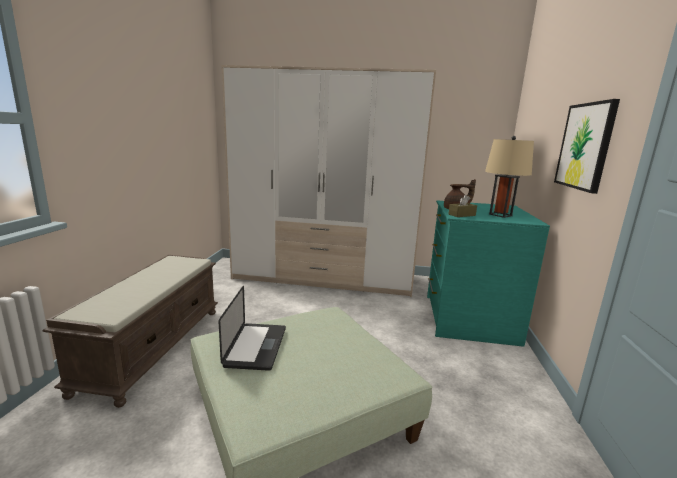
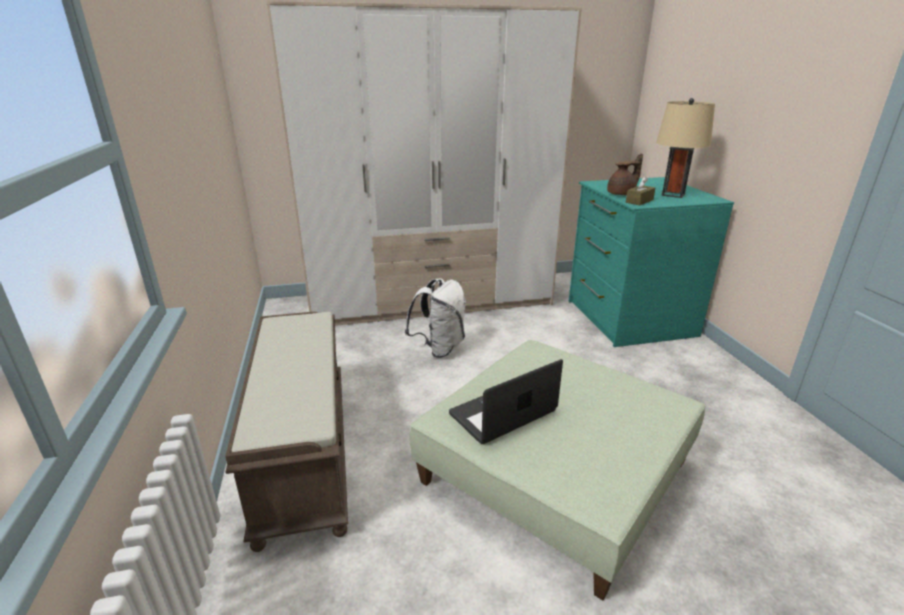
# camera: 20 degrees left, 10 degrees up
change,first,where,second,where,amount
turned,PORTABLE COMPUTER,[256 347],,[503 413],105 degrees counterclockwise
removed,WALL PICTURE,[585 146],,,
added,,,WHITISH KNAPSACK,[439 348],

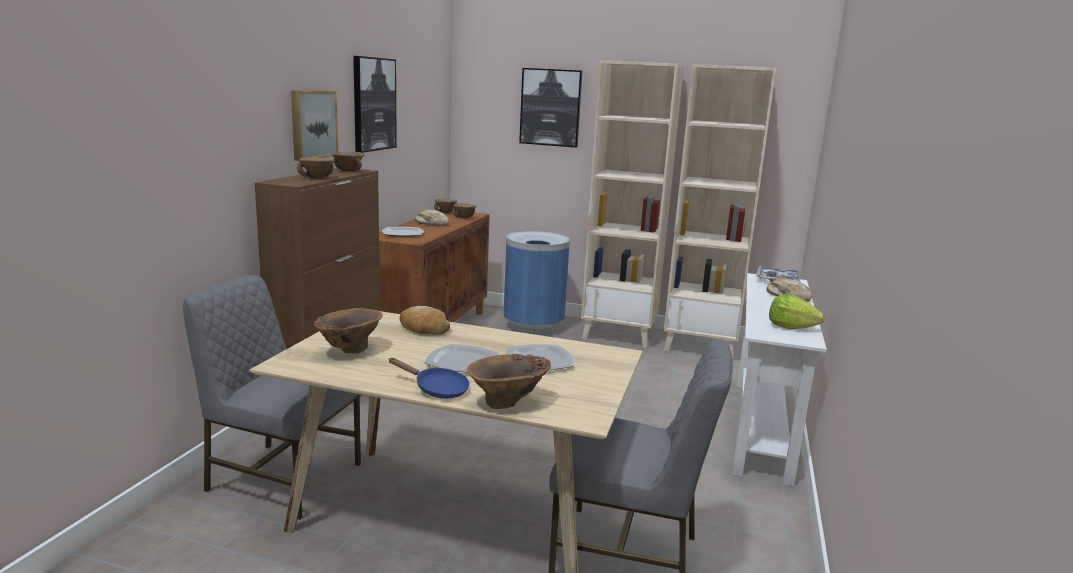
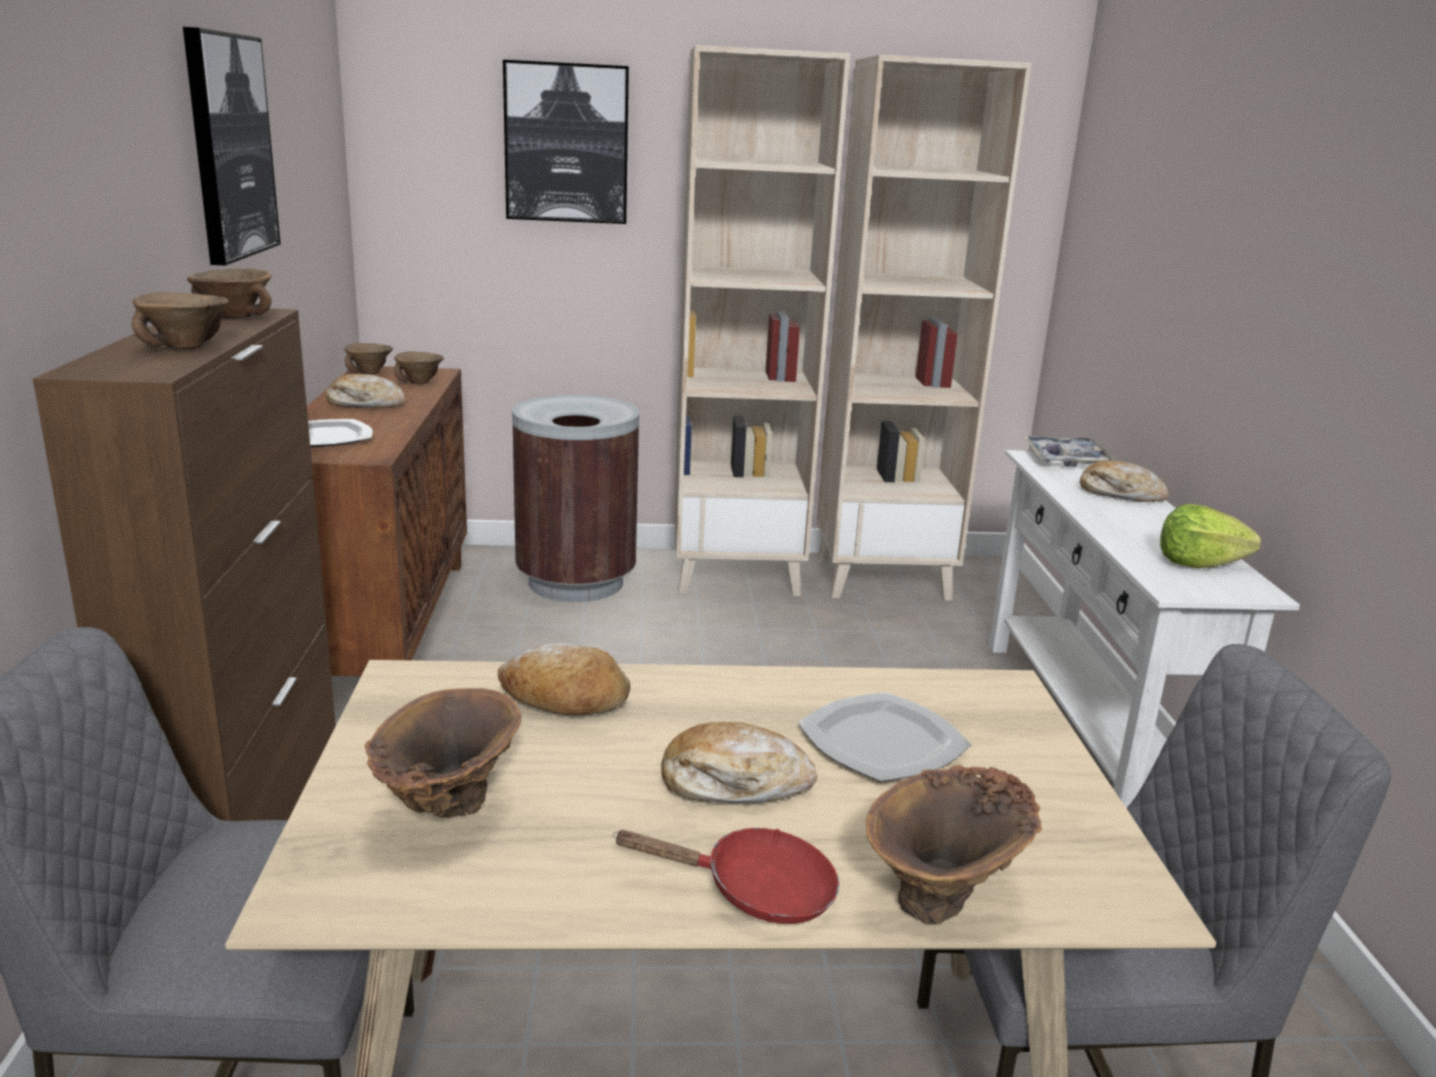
# camera: 20 degrees left, 5 degrees up
change,first,where,second,where,amount
removed,WALL PICTURE,[312 124],,,
recoloured,BLUISH SKILLET,[436 389],RED SKILLET,[755 891],
replaced,DINNER PLATE,[463 361],BREAD,[734 782],
recoloured,BLUISH WASTE BIN,[533 327],BROWNISH WASTE BIN,[576 582],

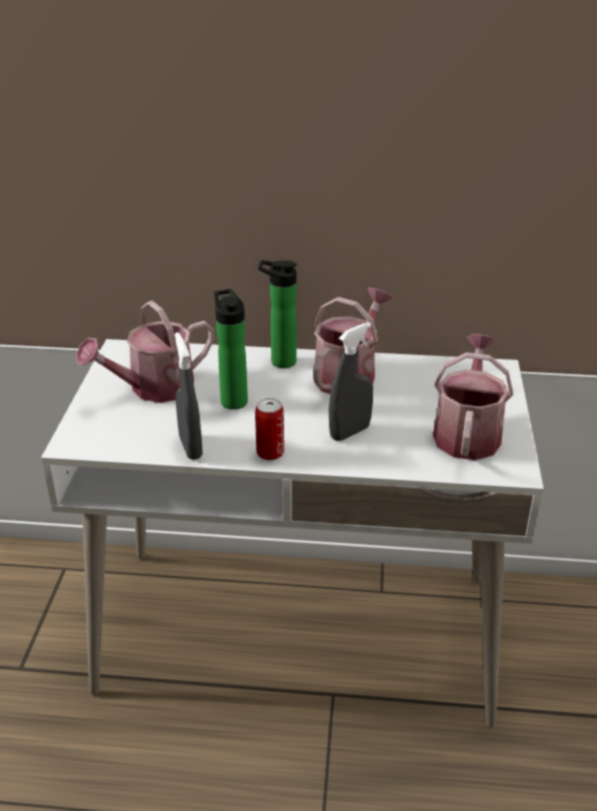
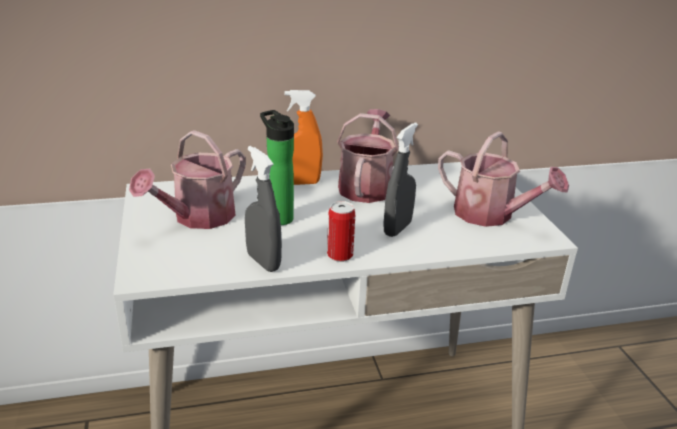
# camera: 20 degrees left, 5 degrees down
change,first,where,second,where,amount
replaced,BOTTLE,[279 361],ORANGEY SPRAYER,[300 183],
turned,SPRINKLING CAN,[467 432],,[490 215],135 degrees clockwise

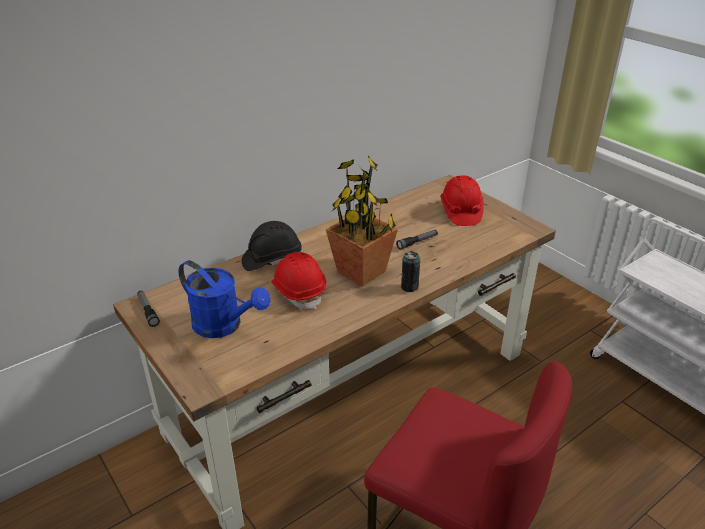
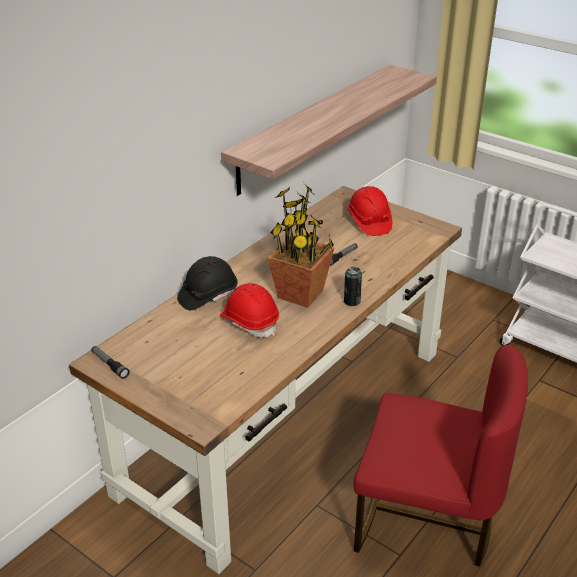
# camera: 15 degrees left, 0 degrees up
change,first,where,second,where,amount
removed,BLUISH SPRINKLING CAN,[224 326],,,
added,,,WALL SHELF,[313 127],

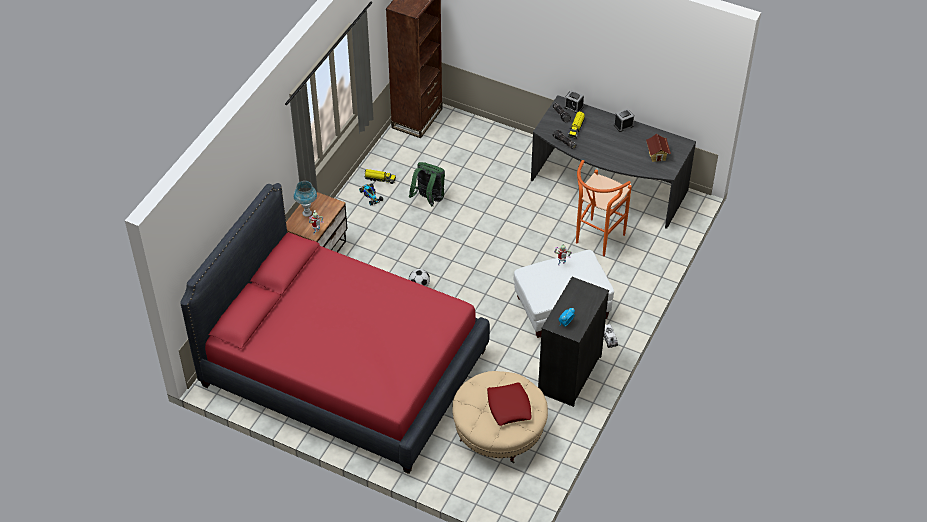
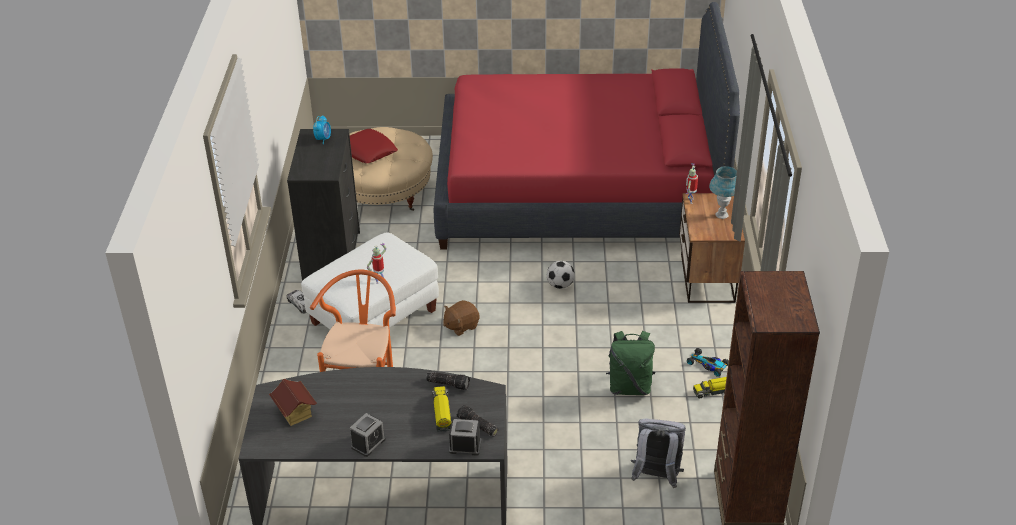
# camera: 155 degrees right, 10 degrees down
change,first,where,second,where,amount
added,,,BROWNISH SOFT TOY,[461 326],
added,,,GREY KNAPSACK,[656 477],

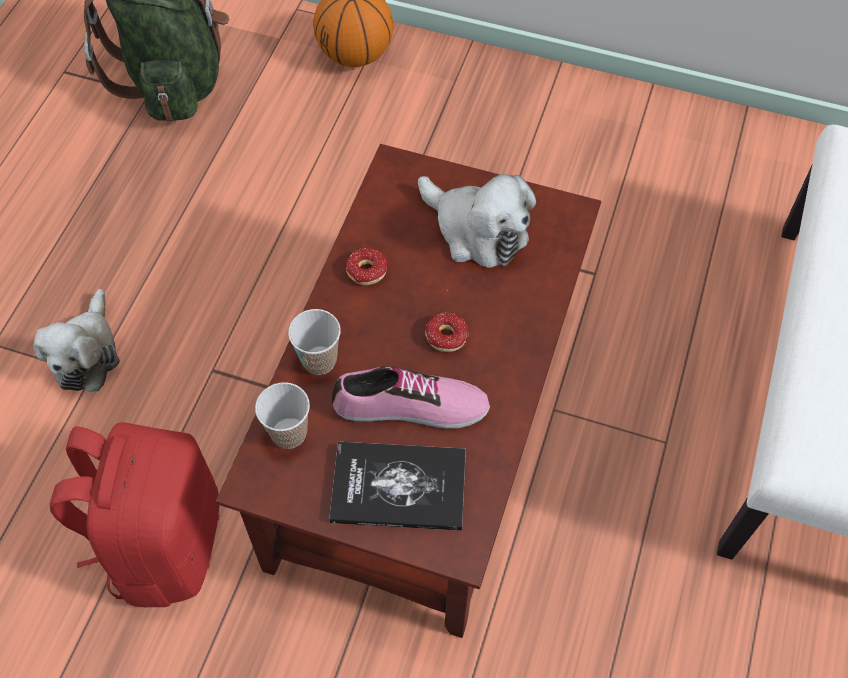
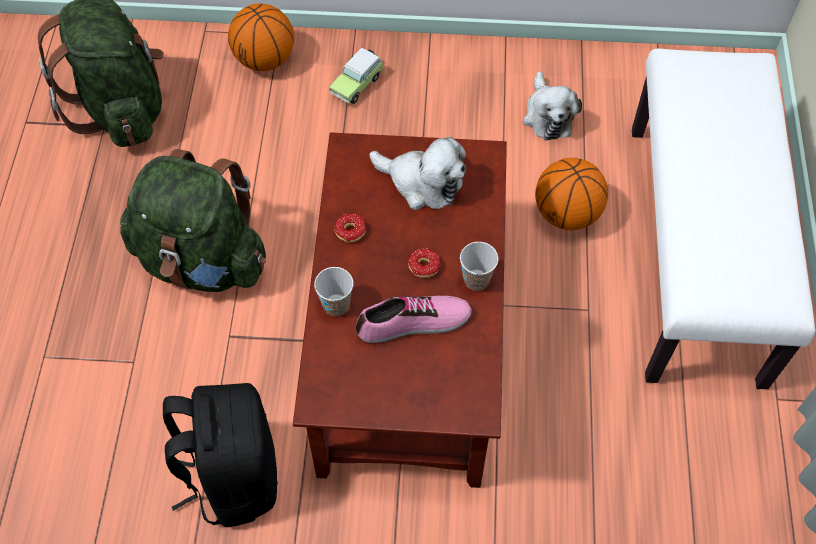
# camera: 15 degrees left, 0 degrees up
change,first,where,second,where,amount
moved,SOFT TOY,[87 353],,[547 115],
recoloured,RED KNAPSACK,[163 542],BLACKISH KNAPSACK,[233 475],
moved,SMALL CUP,[289 433],,[476 280],
removed,BOOK,[398 487],,,
added,,,GREENISH KNAPSACK,[203 261],
added,,,MINIATURE CAR,[358 84],
added,,,BALL FOR BASKETBALL,[567 214],

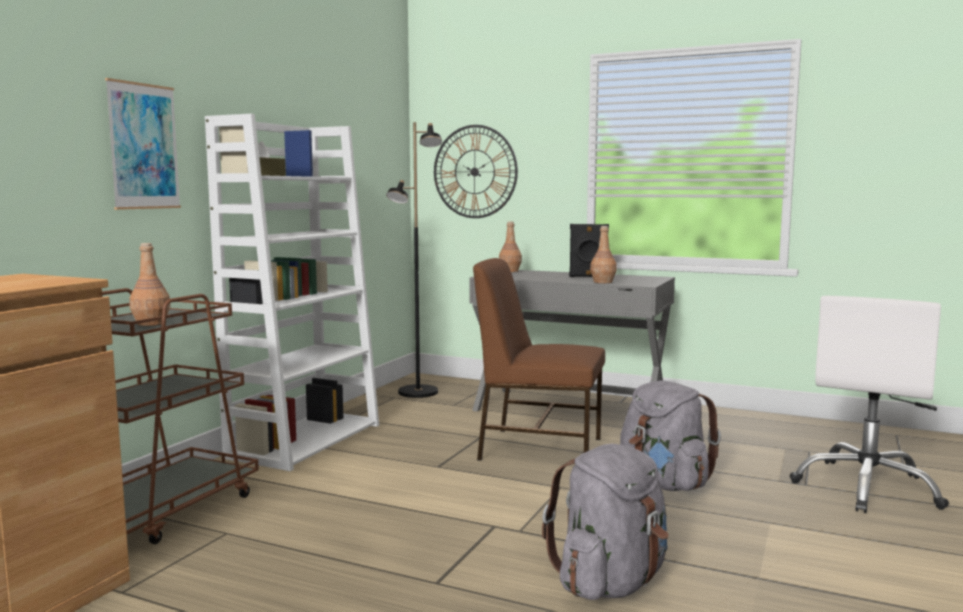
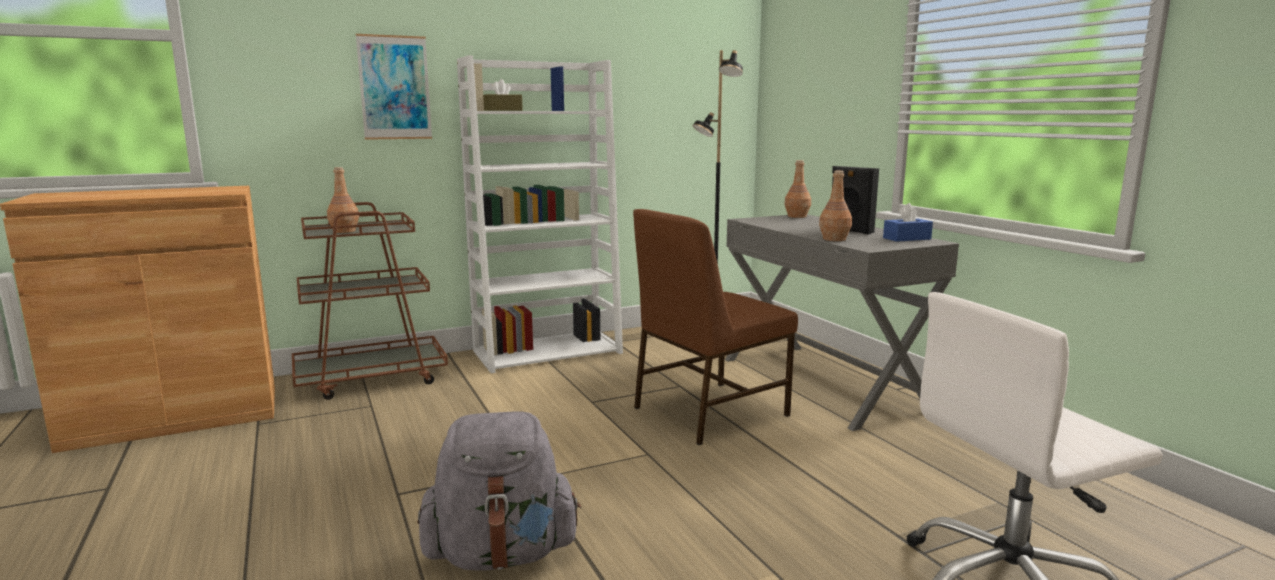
# camera: 40 degrees right, 5 degrees up
change,first,where,second,where,amount
removed,HANGING CLOCK,[475 171],,,
turned,BROWNISH UPRIGHT CHAIR,[538 448],,[707 412],90 degrees counterclockwise
removed,GREY KNAPSACK,[664 484],,,
added,,,BLUISH BOX OF TISSUES,[907 238],

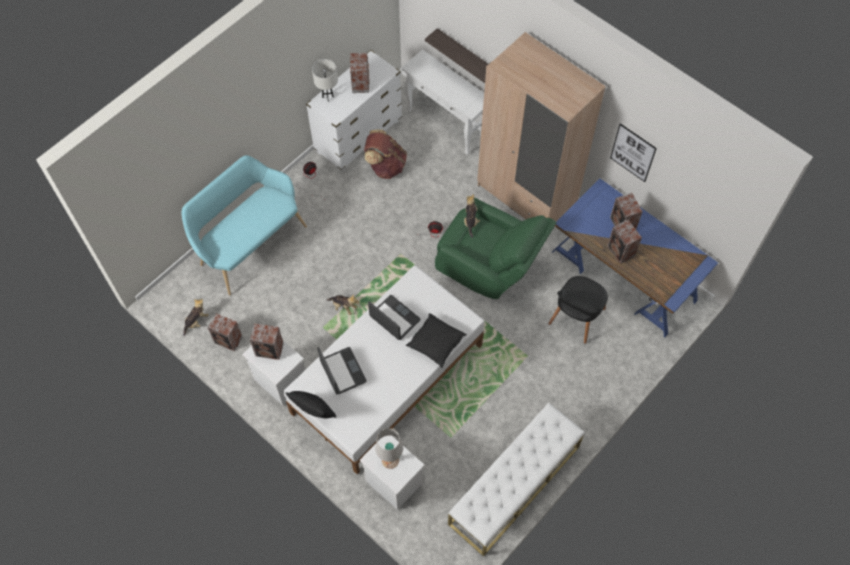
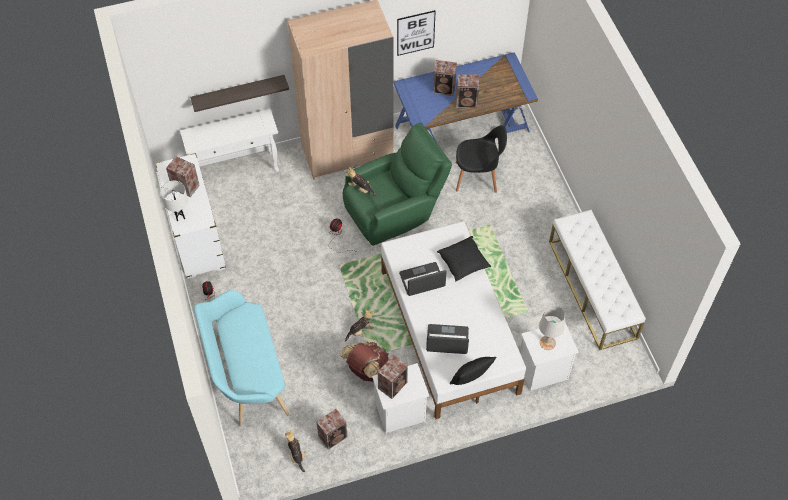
# camera: 60 degrees left, 5 degrees down
change,first,where,second,where,amount
moved,BROWNISH KNAPSACK,[385 166],,[367 370],
turned,BLACKISH UPRIGHT CHAIR,[576 318],,[477 177],60 degrees counterclockwise

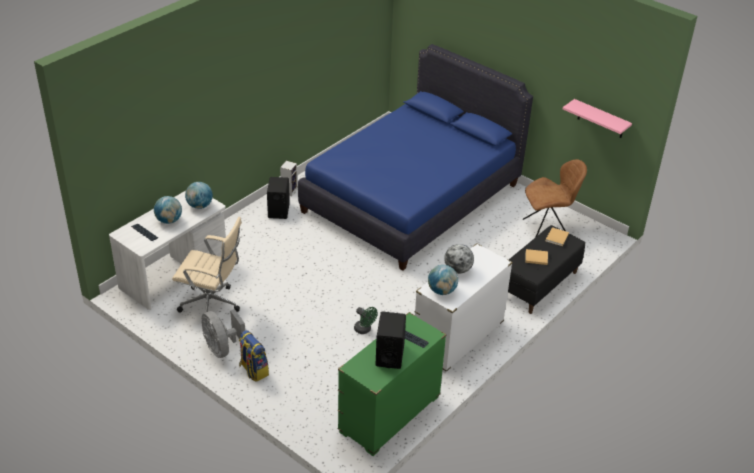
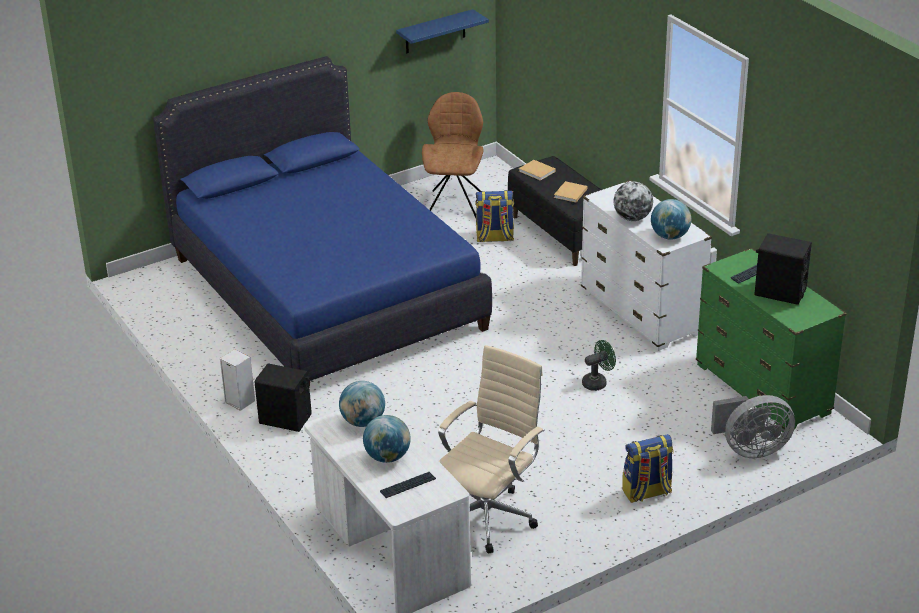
# camera: 70 degrees left, 5 degrees down
change,first,where,second,where,amount
moved,GREY COOLING FAN,[221 348],,[751 449],
recoloured,PINK WALL SHELF,[601 119],BLUISH WALL SHELF,[435 32],
added,,,KNAPSACK,[494 238],

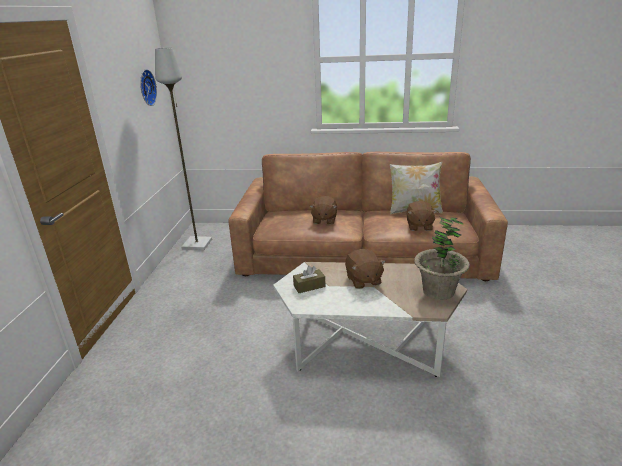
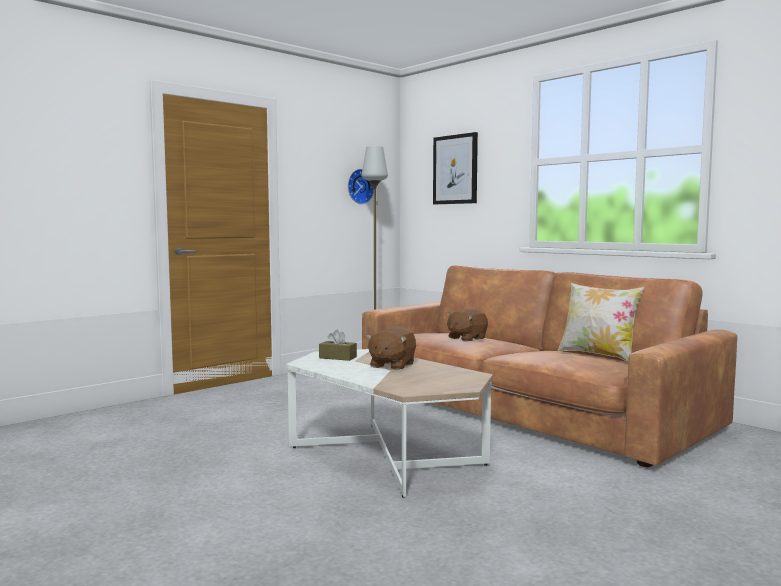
# camera: 40 degrees right, 20 degrees down
change,first,where,second,where,amount
removed,BROWNISH SOFT TOY,[419 226],,,
removed,HOUSEPLANT,[438 291],,,
added,,,WALL PICTURE,[455 169],

